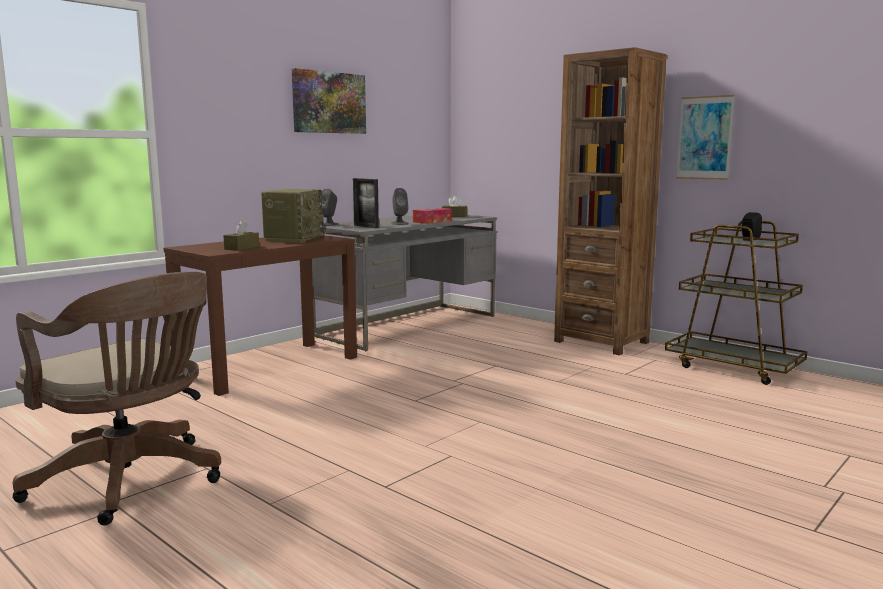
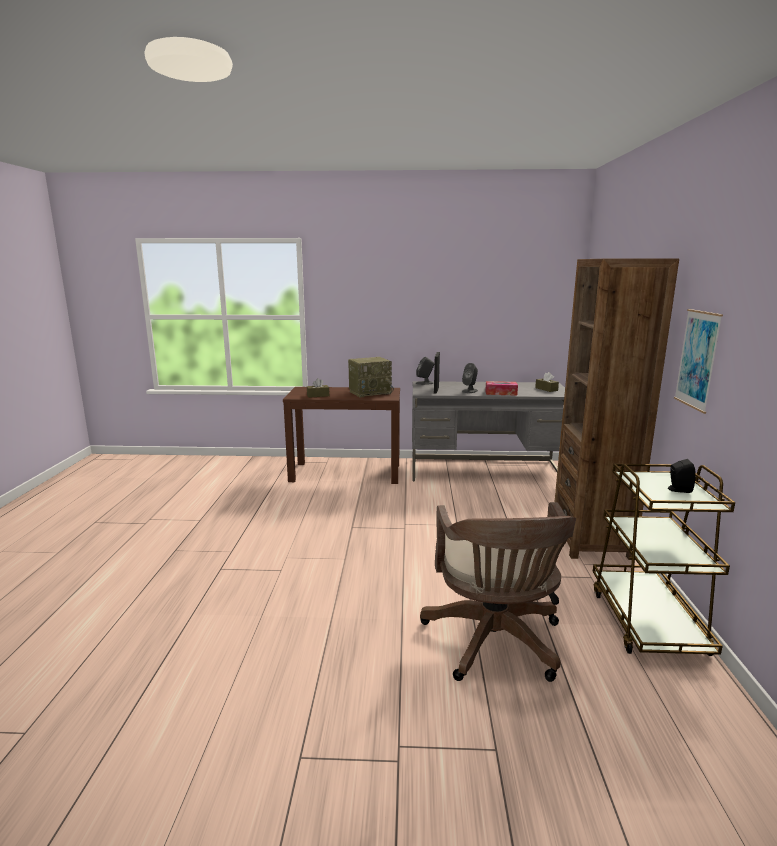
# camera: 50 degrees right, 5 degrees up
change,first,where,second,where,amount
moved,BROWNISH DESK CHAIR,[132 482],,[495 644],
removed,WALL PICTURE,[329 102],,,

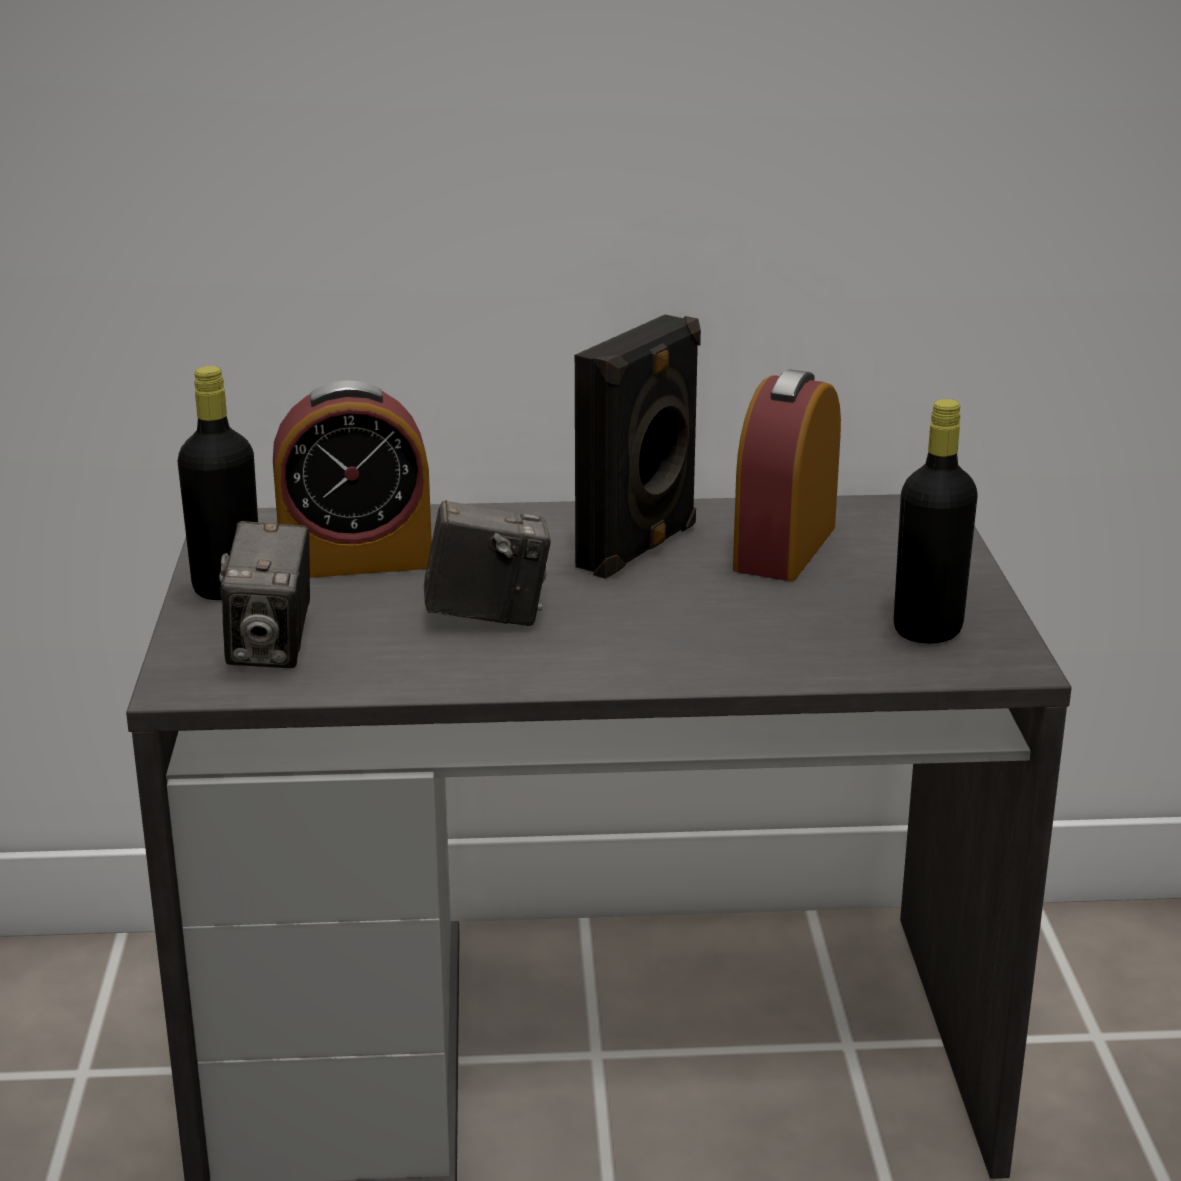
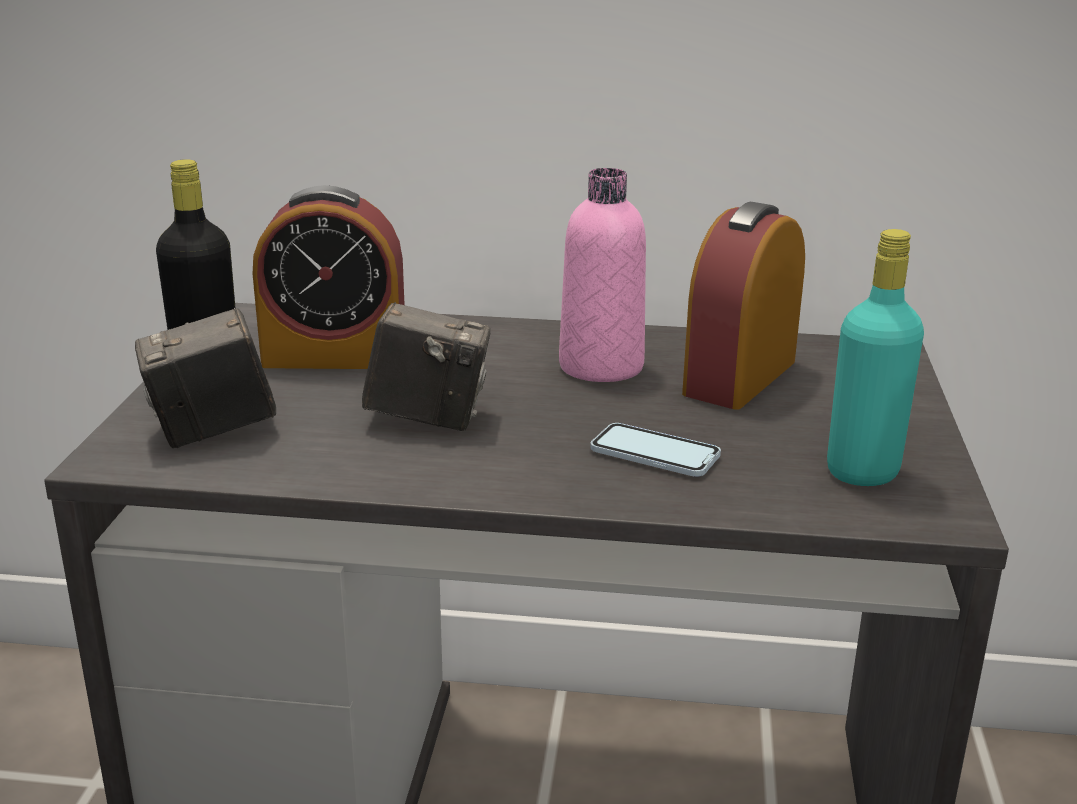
# camera: 10 degrees right, 0 degrees up
change,first,where,second,where,amount
turned,STILL CAMERA,[271 649],,[212 431],60 degrees clockwise
replaced,BLACKISH AUDIO SPEAKER,[640 548],PINK BOTTLE,[601 366],
recoloured,BLACKISH BOTTLE,[927 630],TURQUOISE BOTTLE,[862 472],
added,,,TELEPHONE,[654 454],

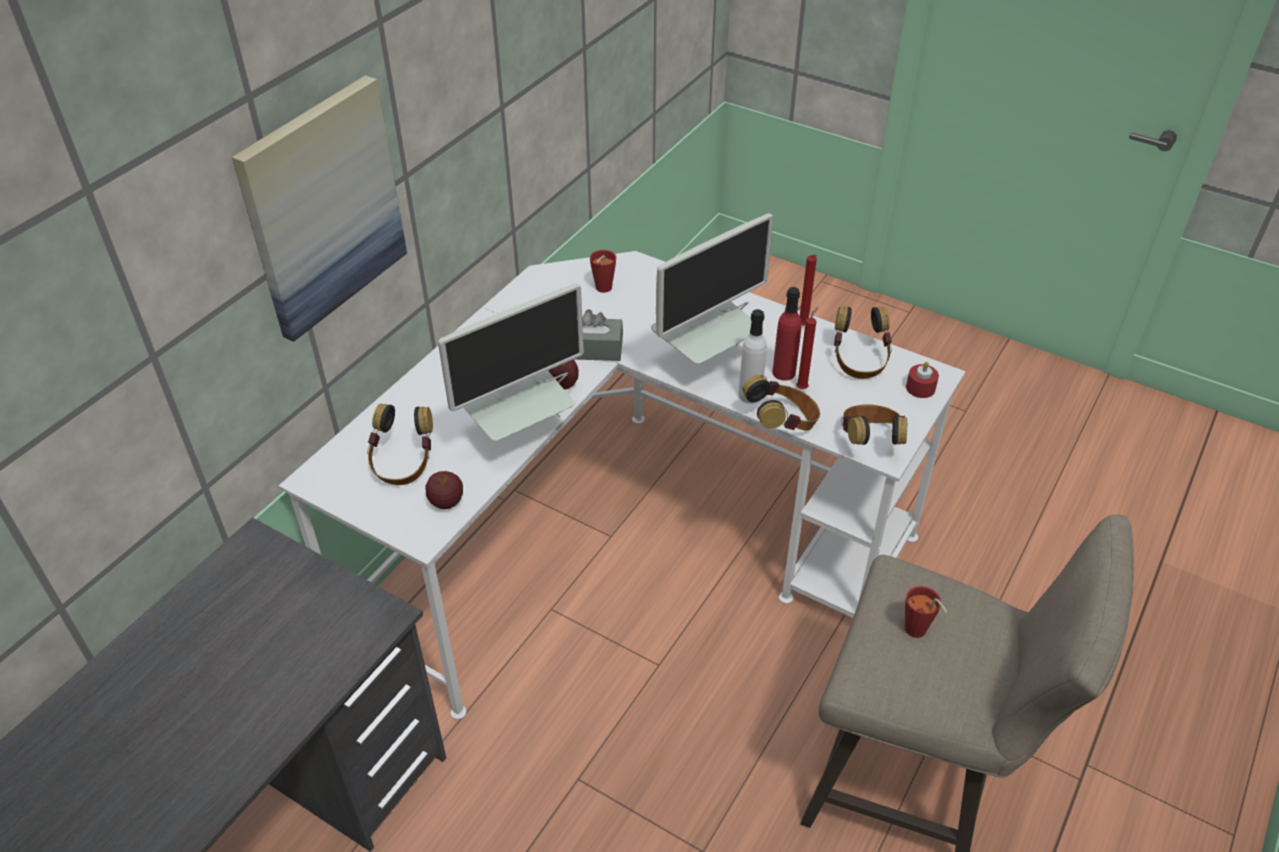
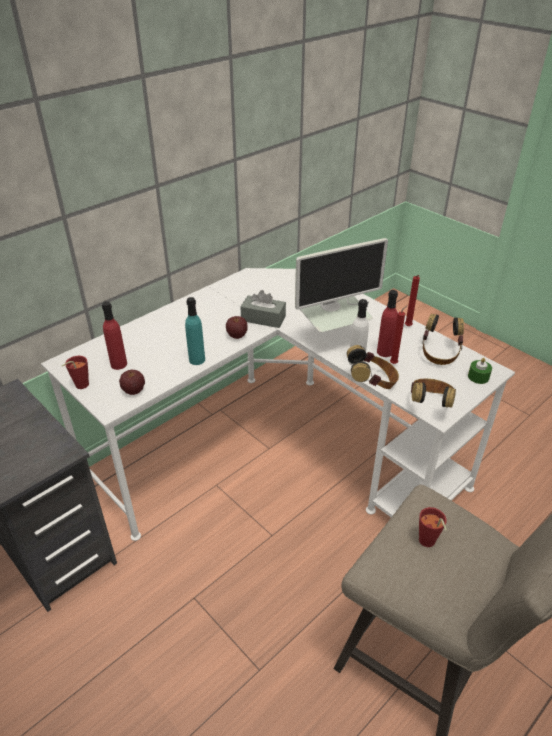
# camera: 15 degrees right, 5 degrees down
change,first,where,second,where,amount
removed,WALL PICTURE,[323 208],,,
replaced,HEADPHONES,[403 464],RED BOTTLE,[119 364],
replaced,MONITOR,[519 435],TURQUOISE BOTTLE,[197 360],
moved,RED SMALL CUP,[602 289],,[79 386],
recoloured,RED WAX CANDLE,[920 388],GREENISH WAX CANDLE,[478 377],

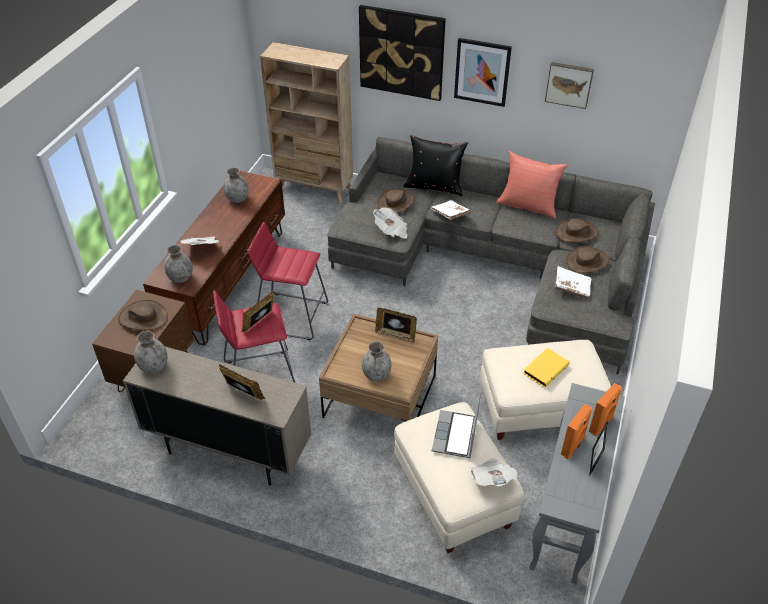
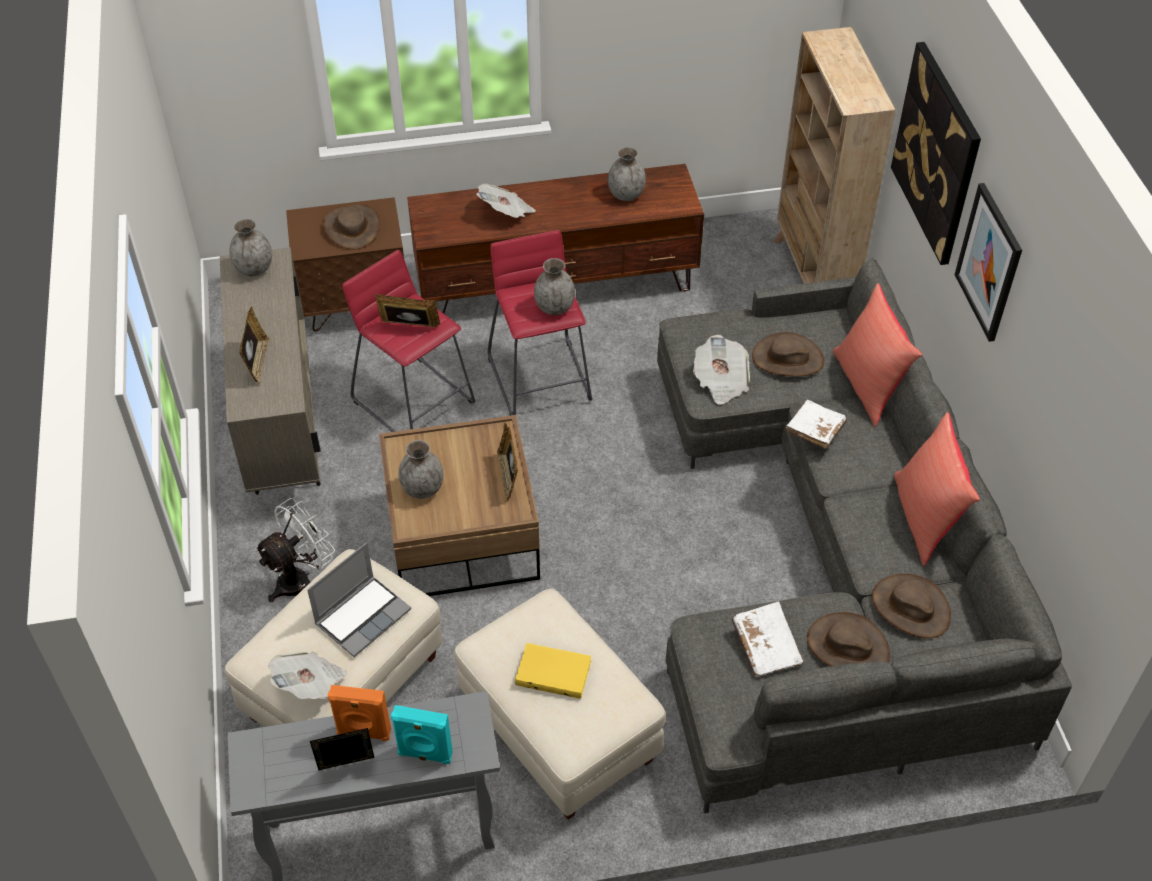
# camera: 60 degrees right, 5 degrees up
change,first,where,second,where,amount
moved,GREY DECORATIVE VASE,[181 278],,[554 308],
recoloured,BLACKISH THROW PILLOW,[434 186],RED THROW PILLOW,[868 385],
turned,PORTABLE COMPUTER,[456 436],,[363 616],150 degrees clockwise
removed,WALL PICTURE,[569 84],,,
recoloured,ORANGEY AUDIO SPEAKER,[601 424],TURQUOISE AUDIO SPEAKER,[425 755],
added,,,WHITISH COOLING FAN,[301 579],

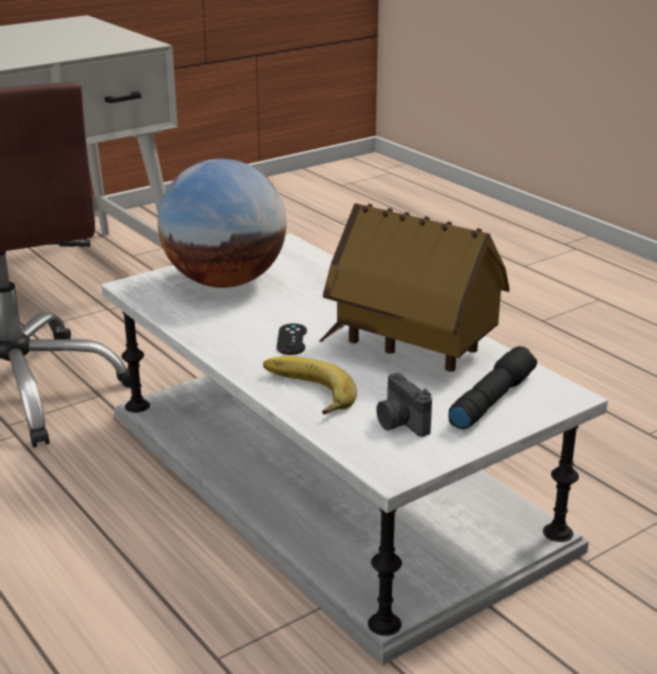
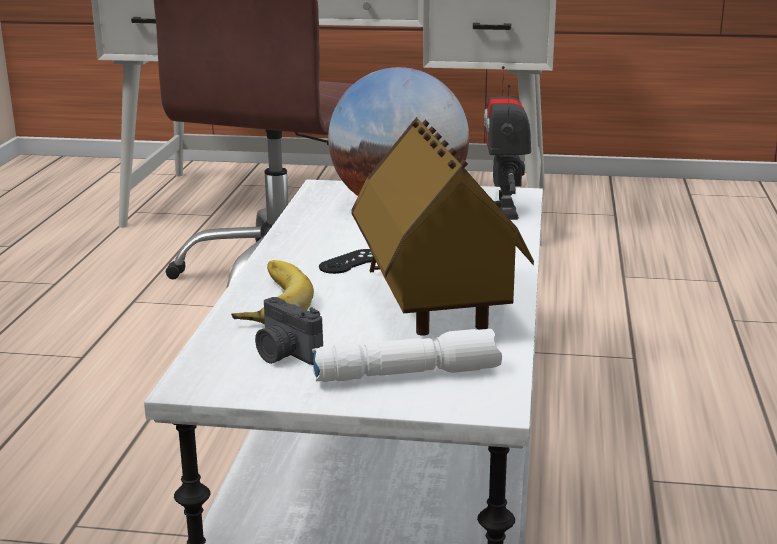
# camera: 45 degrees right, 5 degrees down
change,first,where,second,where,amount
turned,STILL CAMERA,[400 423],,[285 355],60 degrees counterclockwise
recoloured,BLACKISH TORCH,[491 399],WHITISH TORCH,[408 373],
added,,,ROBOT FIGURE,[504 212],

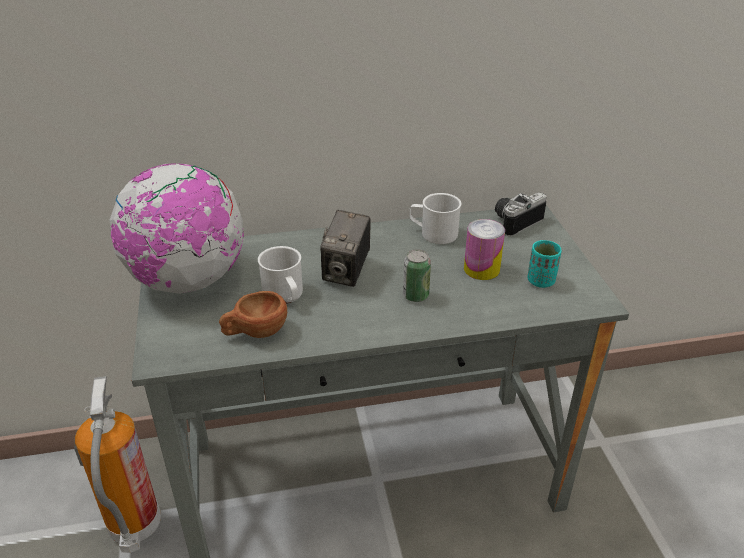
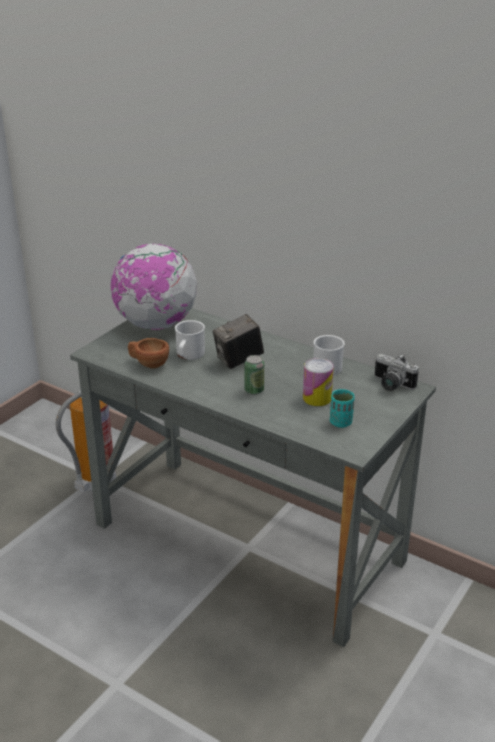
# camera: 45 degrees right, 5 degrees down
change,first,where,second,where,amount
turned,STILL CAMERA,[514 221],,[391 385],150 degrees counterclockwise

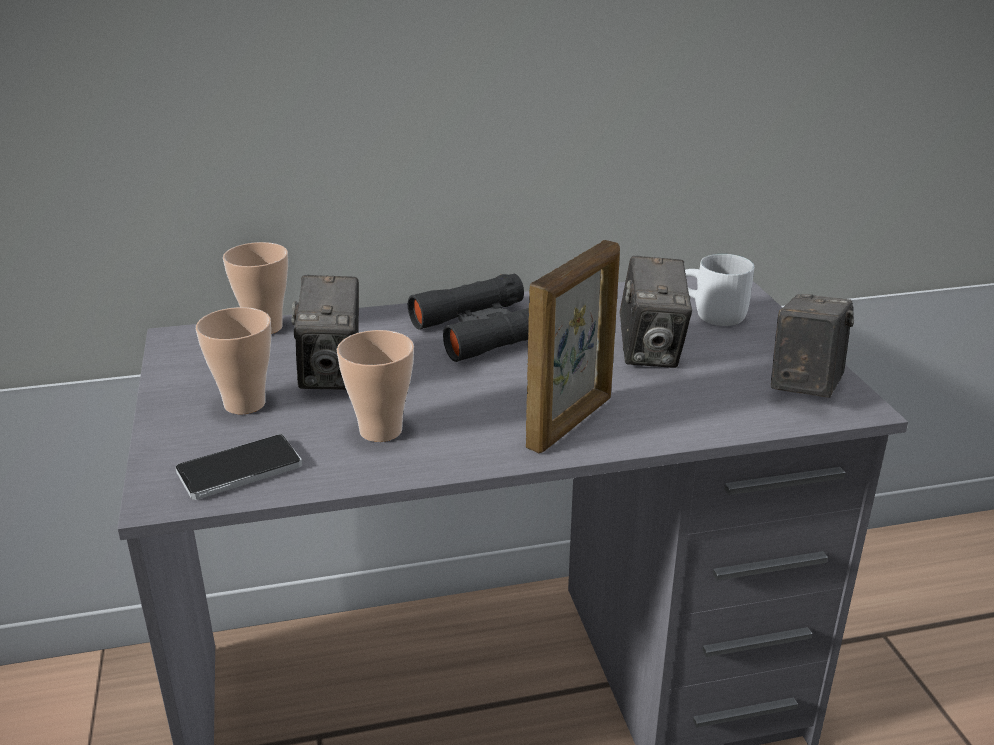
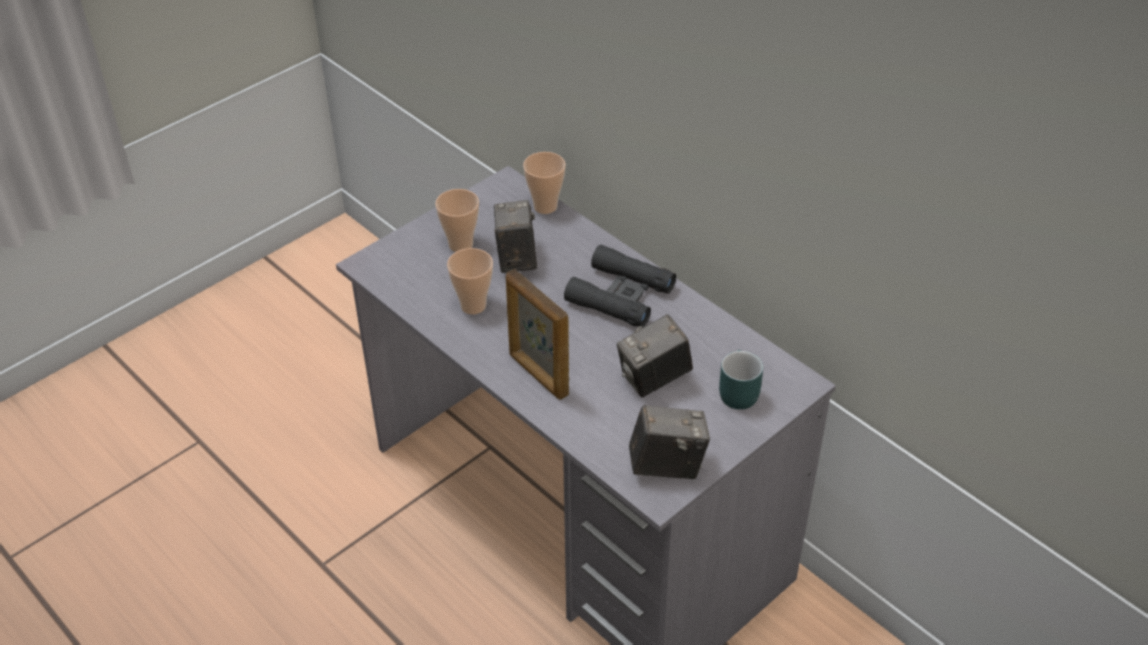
# camera: 60 degrees right, 15 degrees up
change,first,where,second,where,amount
removed,TELEPHONE,[239 469],,,
turned,STILL CAMERA,[332 373],,[516 259],120 degrees clockwise
turned,STANDING FRAME,[571 423],,[538 375],45 degrees clockwise
recoloured,WHITISH COFFEE MUG,[711 316],TURQUOISE COFFEE MUG,[735 391],

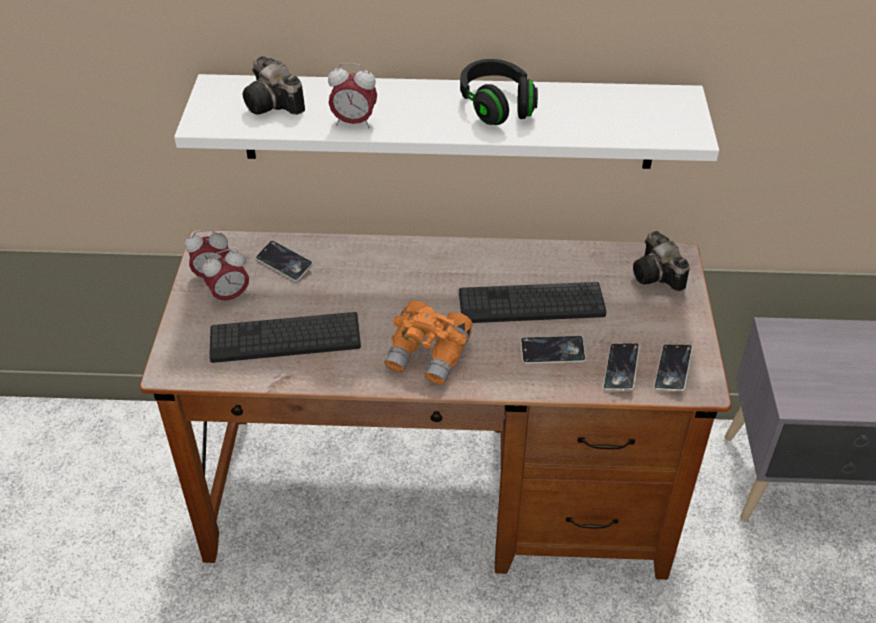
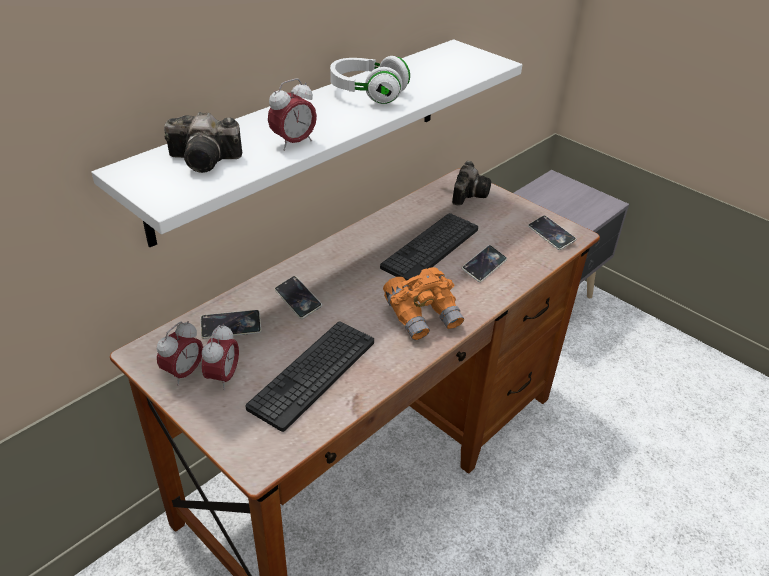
# camera: 50 degrees left, 5 degrees down
change,first,where,second,where,amount
recoloured,BLACKISH HEADPHONES,[497 106],WHITISH HEADPHONES,[368 93],
moved,TELEPHONE,[621 369],,[298 300],
turned,STILL CAMERA,[658 276],,[469 193],90 degrees counterclockwise

